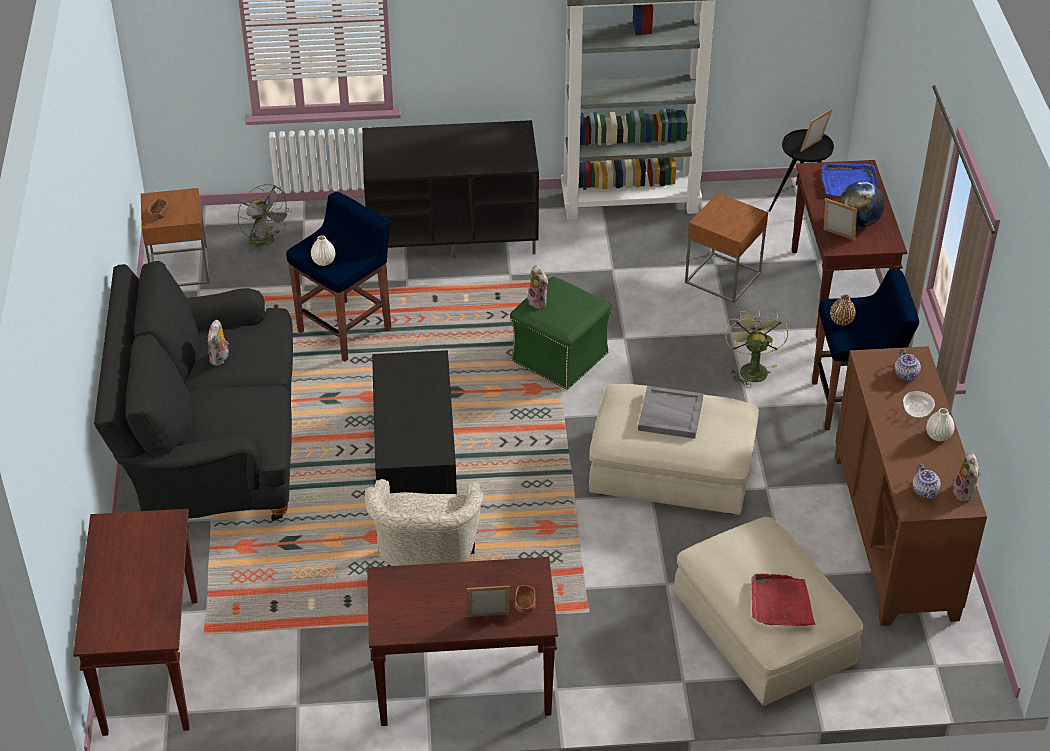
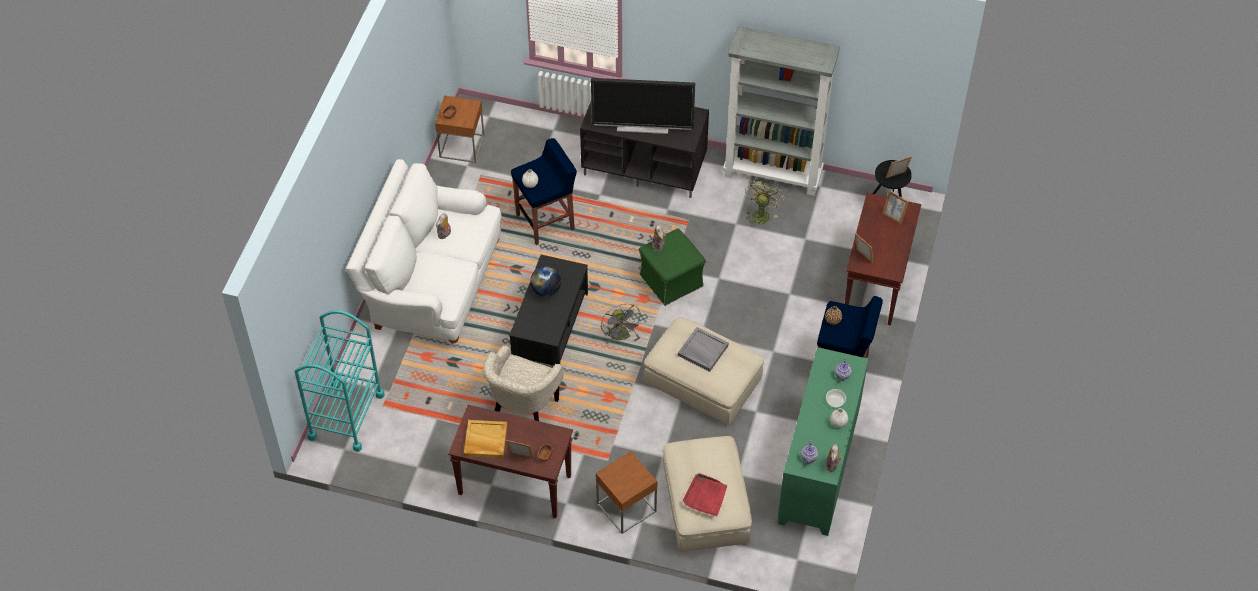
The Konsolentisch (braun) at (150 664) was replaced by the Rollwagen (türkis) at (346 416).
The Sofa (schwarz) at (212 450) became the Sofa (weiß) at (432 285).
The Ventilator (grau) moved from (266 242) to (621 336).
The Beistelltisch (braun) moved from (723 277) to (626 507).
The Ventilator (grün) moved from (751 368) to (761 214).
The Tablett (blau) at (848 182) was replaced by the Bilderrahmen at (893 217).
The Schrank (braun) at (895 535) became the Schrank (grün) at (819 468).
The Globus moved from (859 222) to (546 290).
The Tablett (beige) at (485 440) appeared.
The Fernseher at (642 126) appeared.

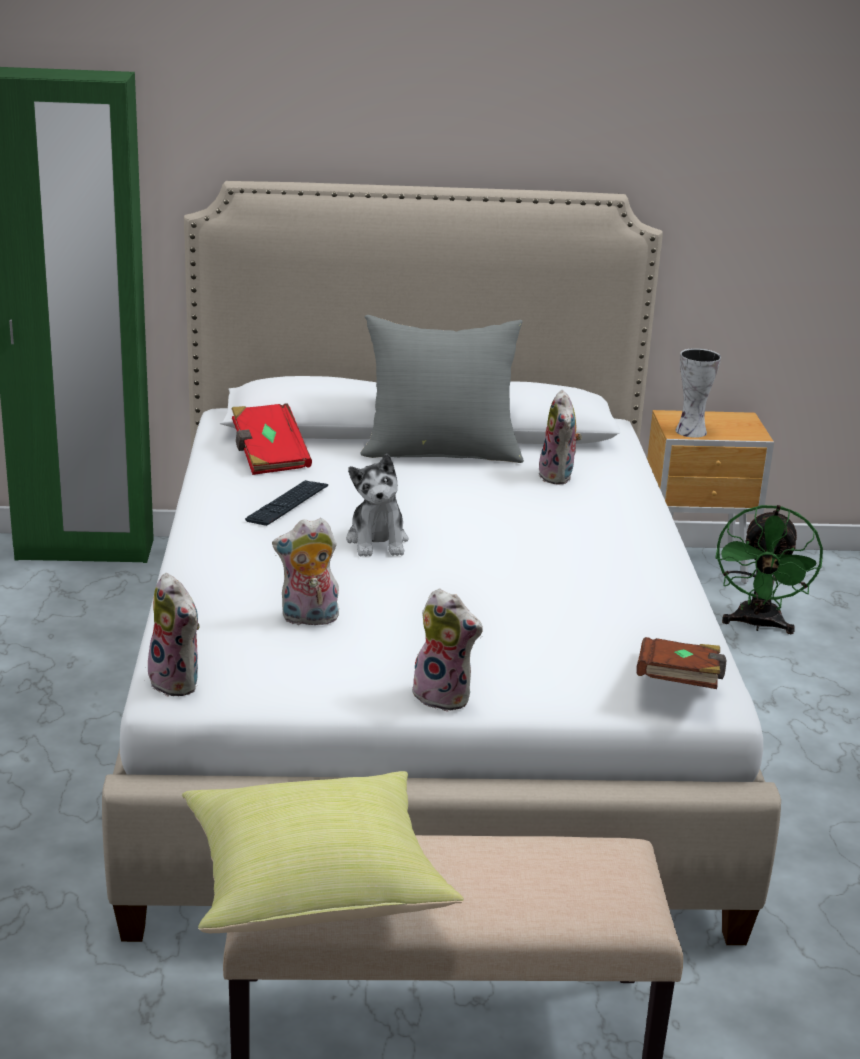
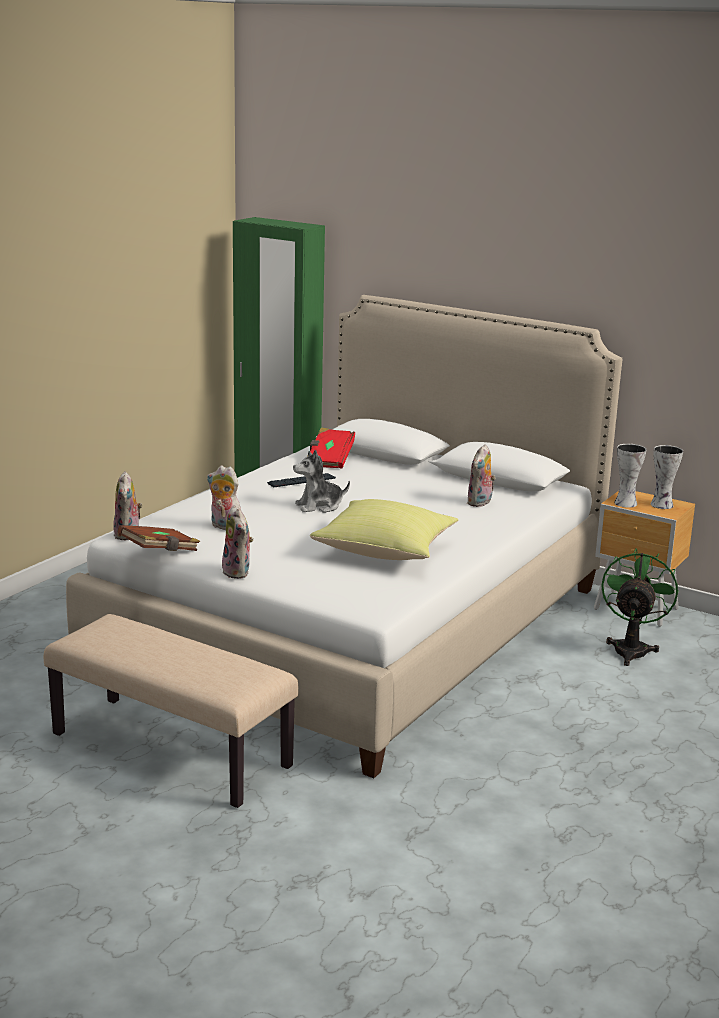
The Kissen (gelb) moved from (316 886) to (386 551).
The Plüschtier at (377 541) turned 45 degrees clockwise.
The Kissen (grau) at (441 452) disappeared.
The Buch (braun) moved from (679 684) to (160 552).
The Ventilator (grün) at (757 625) turned 150 degrees clockwise.
The Vase at (661 505) appeared.

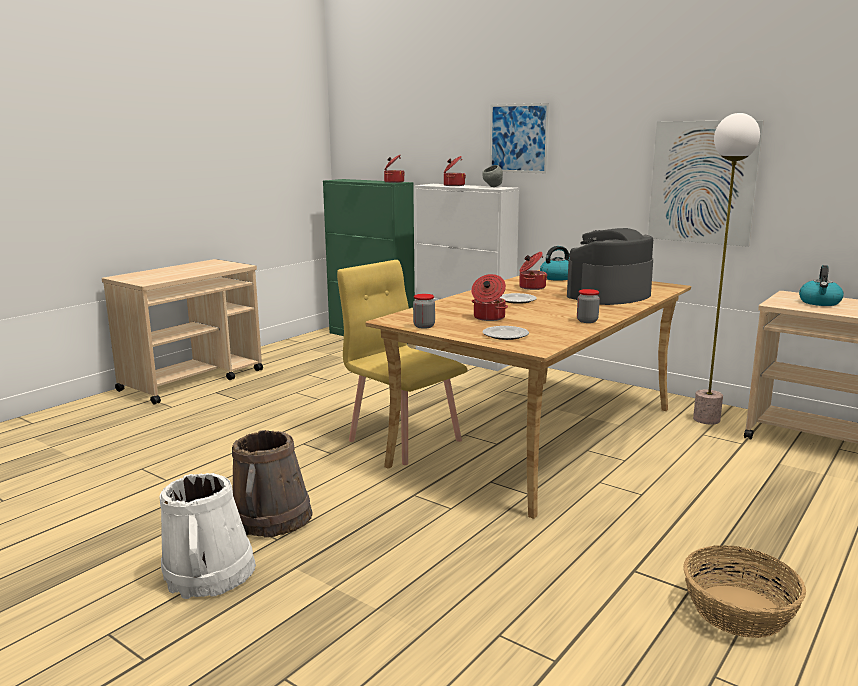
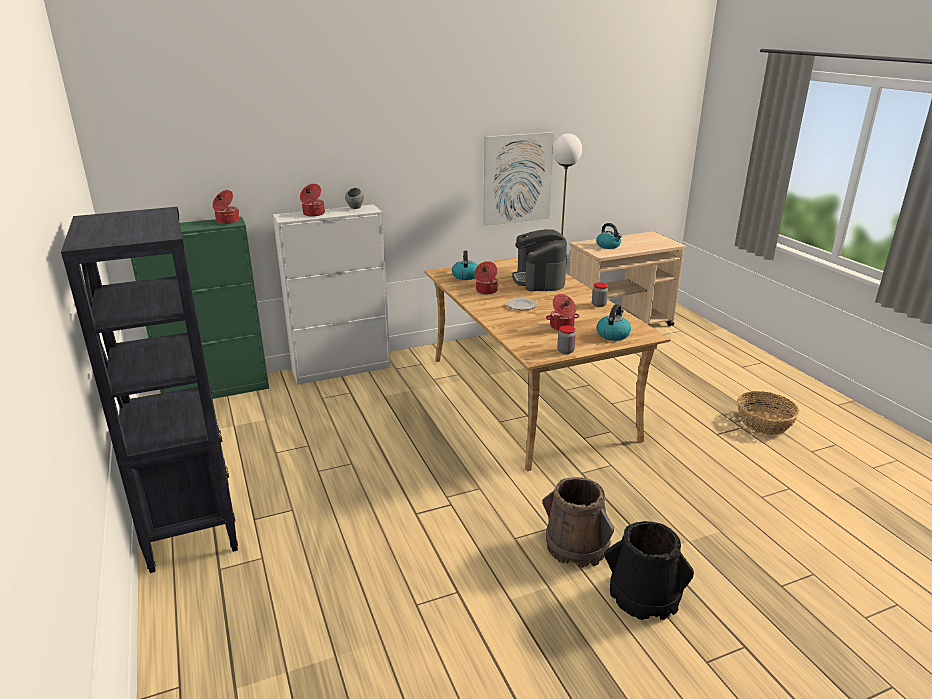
The Rollwagen (beige) at (193 380) was replaced by the Bücherregal (schwarz) at (192 527).
The Eimer (weiß) at (209 573) became the Eimer (schwarz) at (644 594).
The Stuhl (gelb) at (405 440) disappeared.
The Teller at (505 335) was replaced by the Wasserkessel at (613 334).
The Bild at (518 138) disappeared.

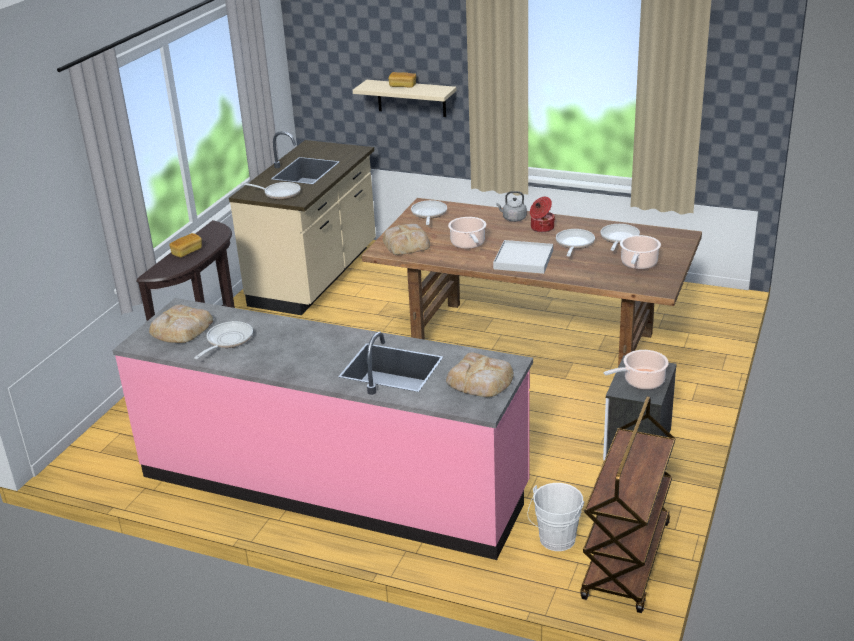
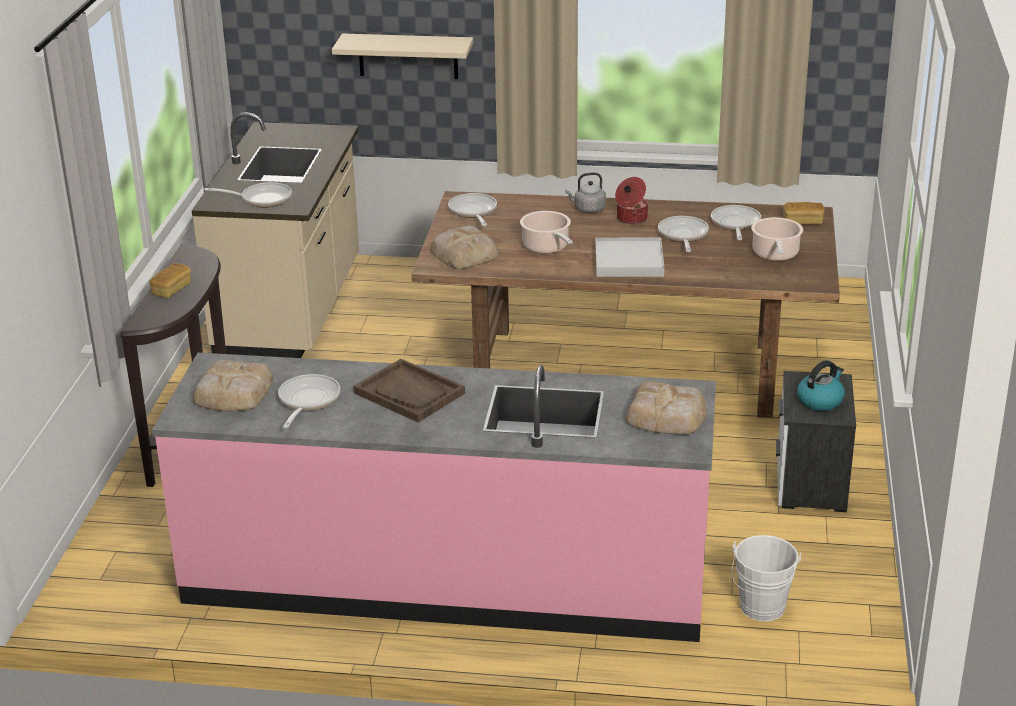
The Brot moved from (403 86) to (803 222).
The Rollwagen (braun) at (627 561) disappeared.
The Kochtopf at (641 382) was replaced by the Wasserkessel at (820 400).
The Tablett (braun) at (409 393) appeared.

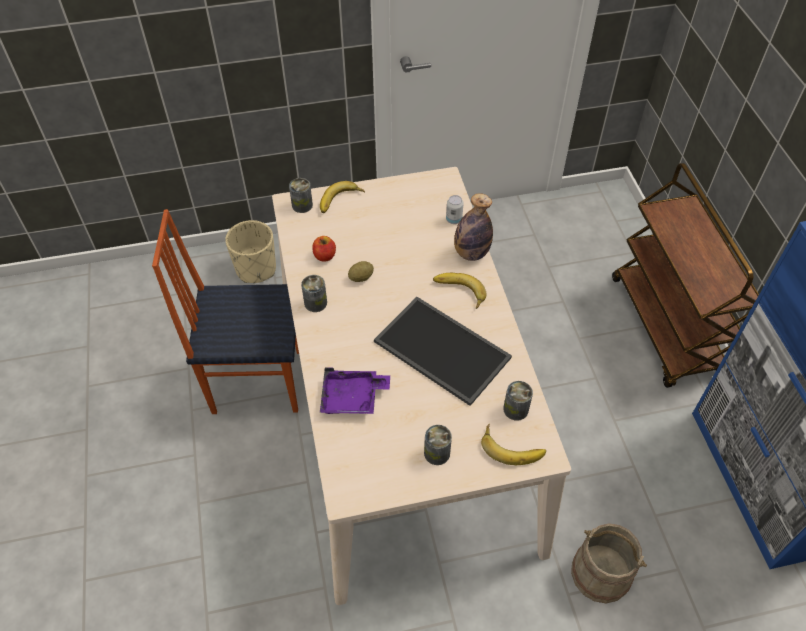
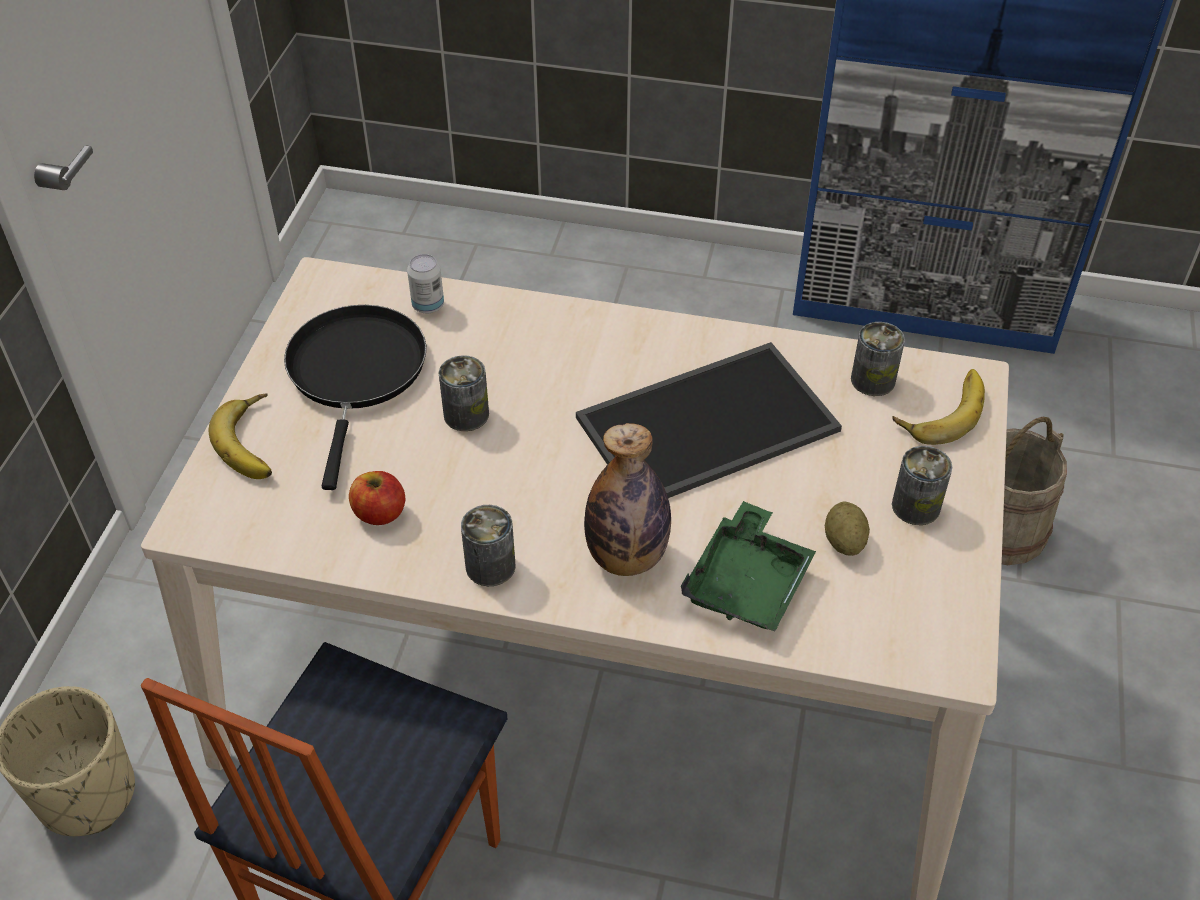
The Dose moved from (302 205) to (466 414).
The Tablett (lila) at (352 398) became the Tablett (grün) at (748 583).
The Kartoffel moved from (361 277) to (844 541).
The Banane at (458 293) disappeared.
The Flasche moved from (471 253) to (626 557).
The Rollwagen (braun) at (666 327) disappeared.
The Pfanne (schwarz) at (356 373) appeared.

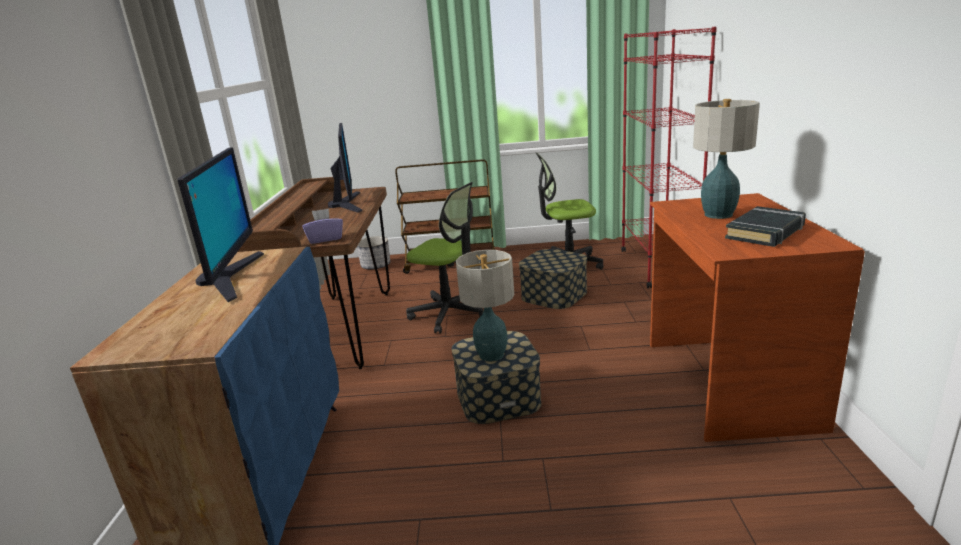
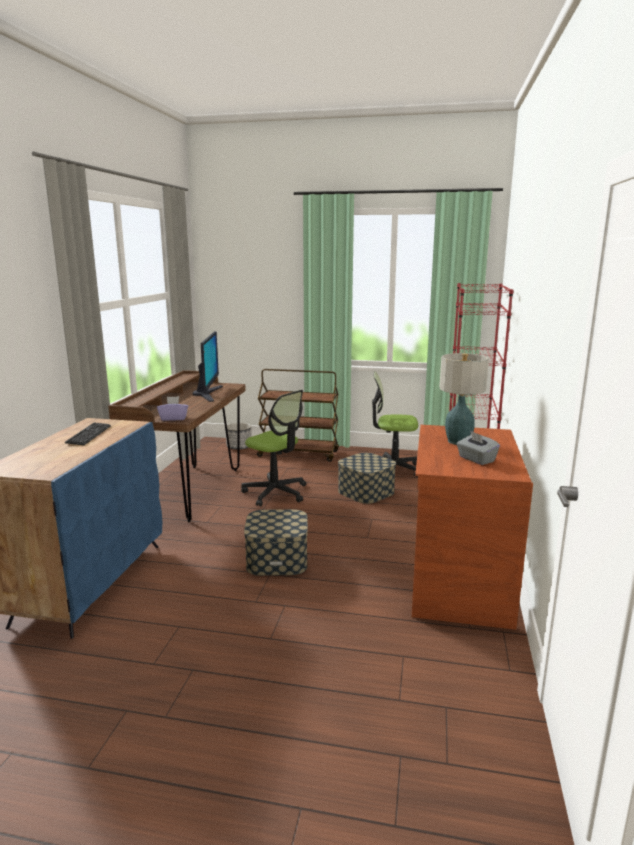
The Monitor at (230 277) was replaced by the Tastatur at (89 435).
The Tischlampe at (491 355) disappeared.
The Buch (schwarz) at (765 232) was replaced by the Taschentuchbox (grau) at (476 459).

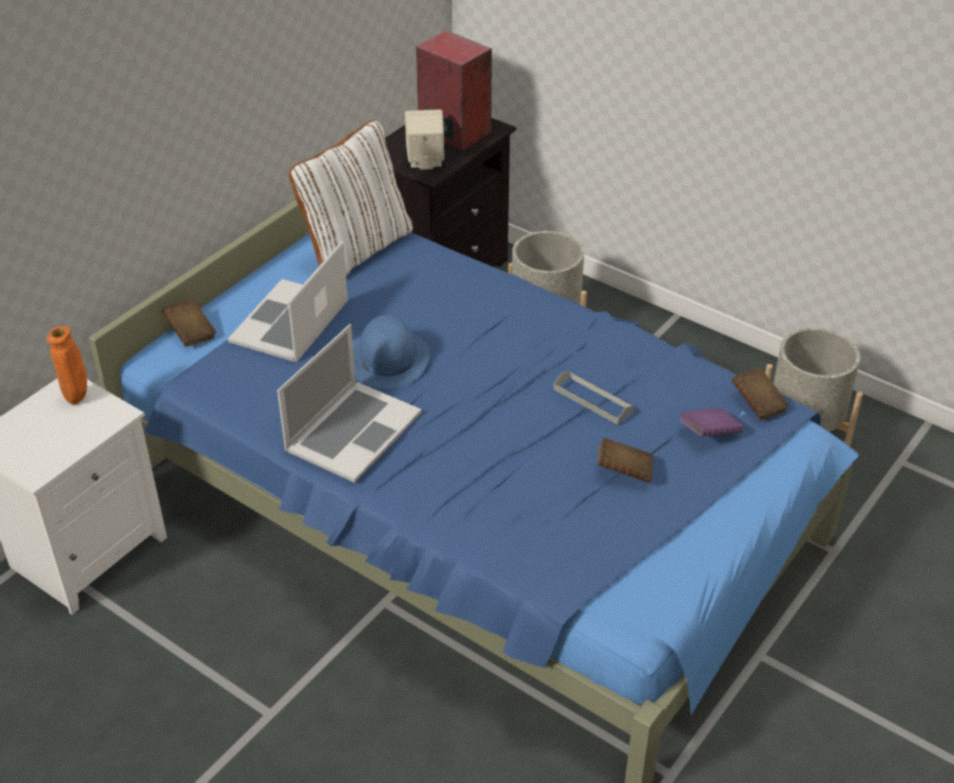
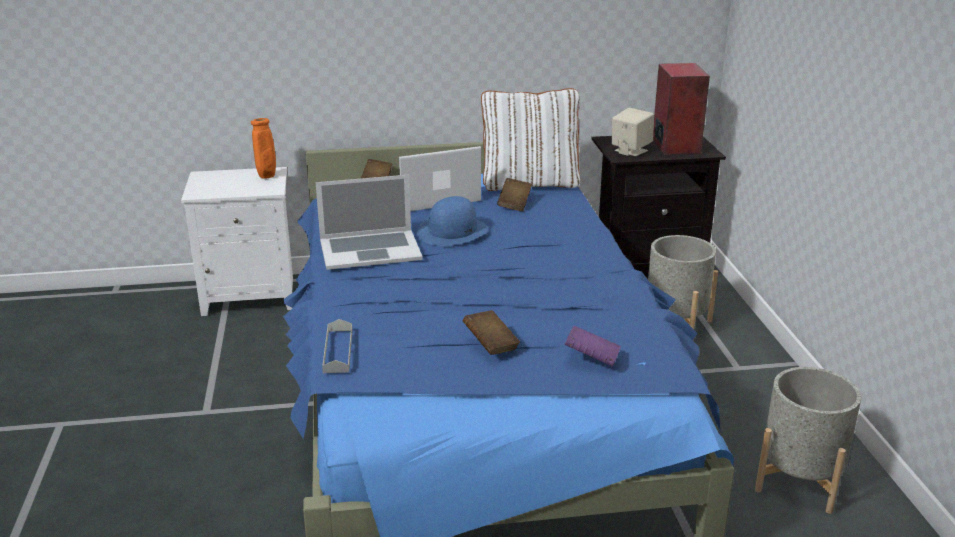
The Tablett (grau) moved from (592 400) to (338 351).
The Buch (braun) moved from (758 404) to (514 204).

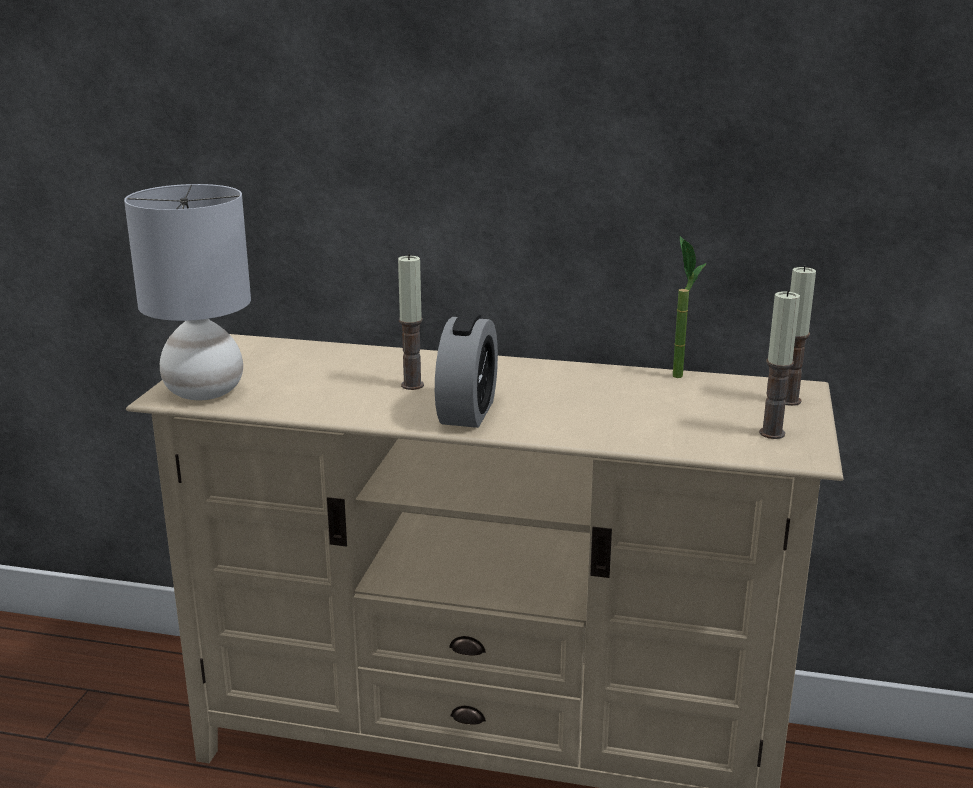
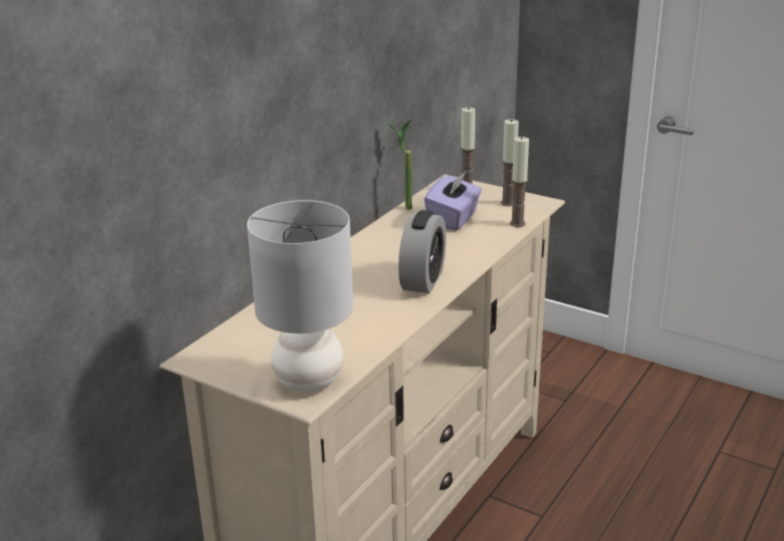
The Kerze moved from (412 385) to (517 223).
The Wecker at (467 412) turned 75 degrees clockwise.
The Taschentuchbox (lila) at (453 219) appeared.

